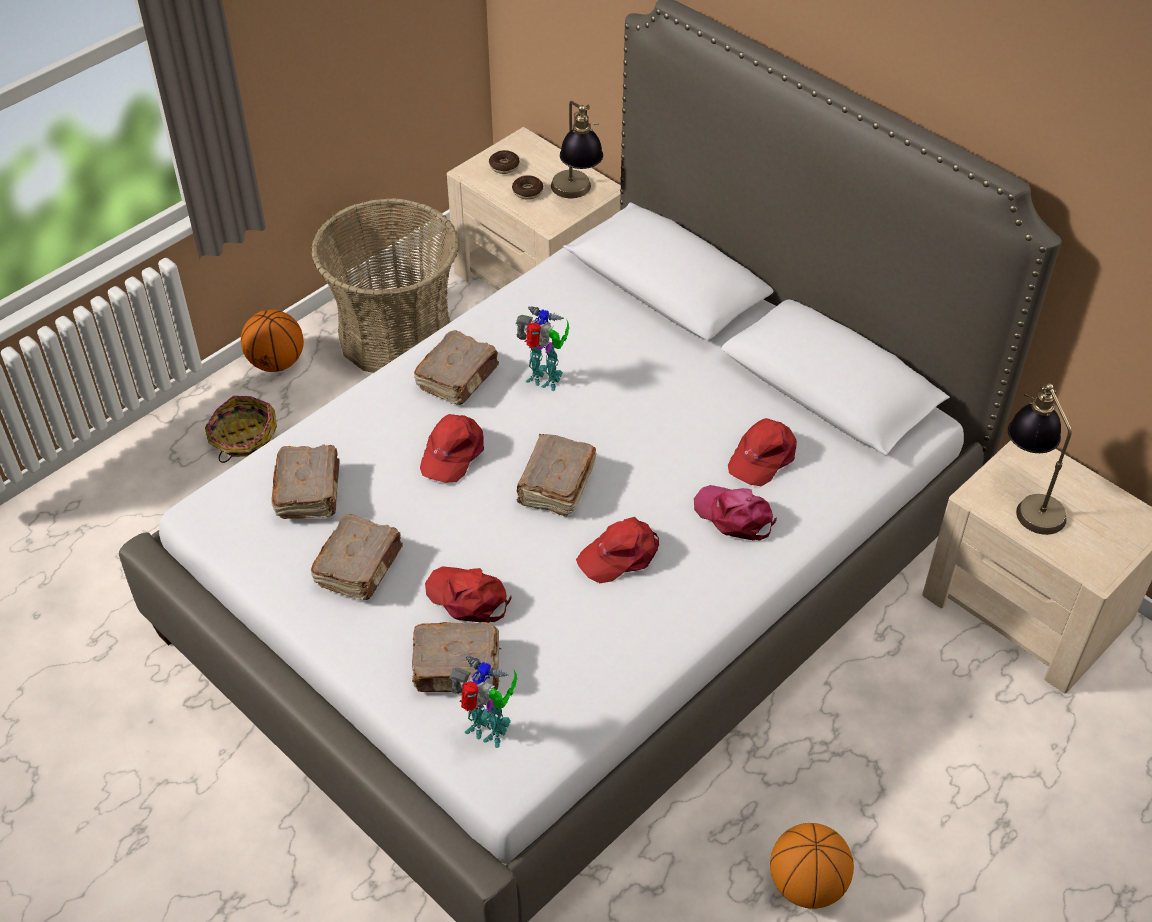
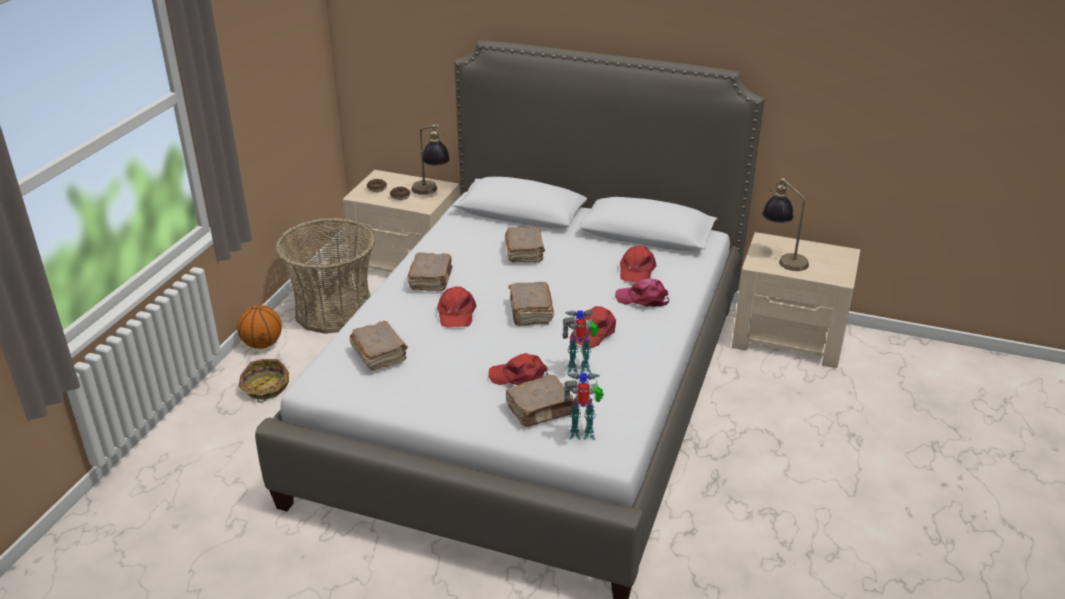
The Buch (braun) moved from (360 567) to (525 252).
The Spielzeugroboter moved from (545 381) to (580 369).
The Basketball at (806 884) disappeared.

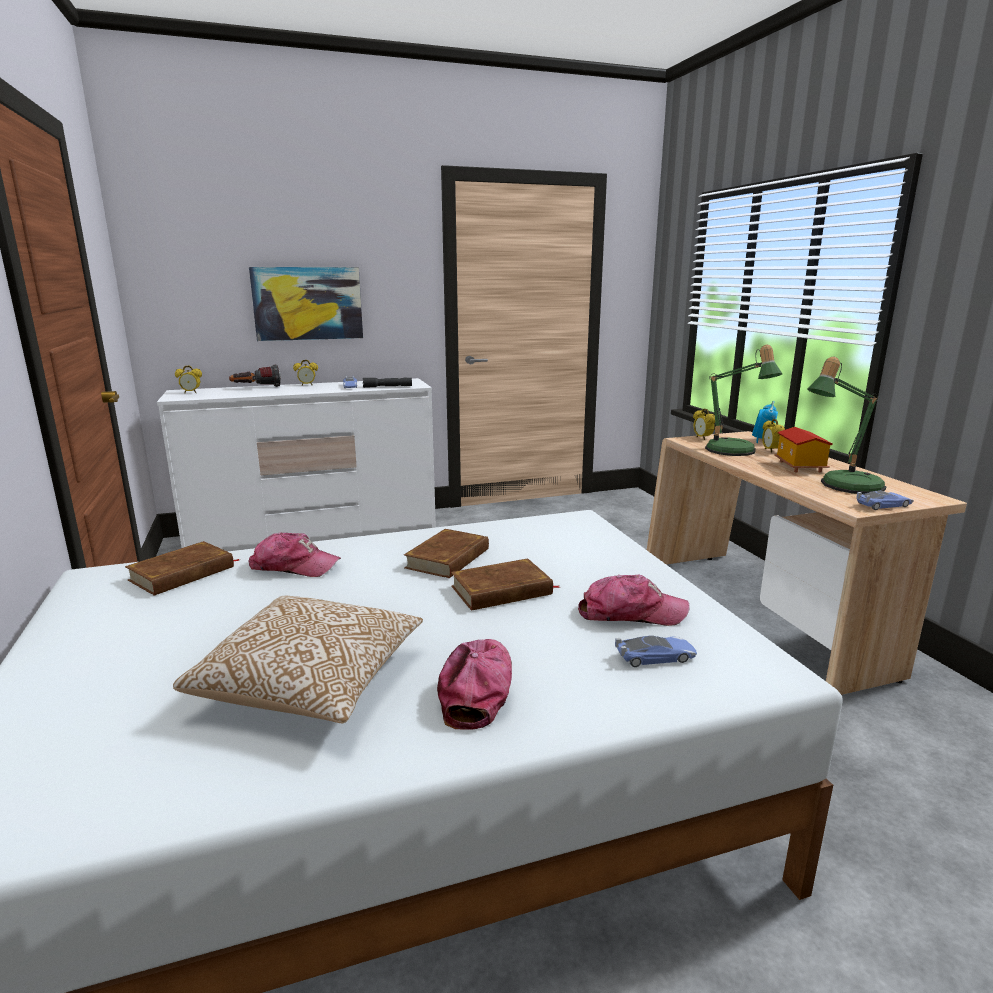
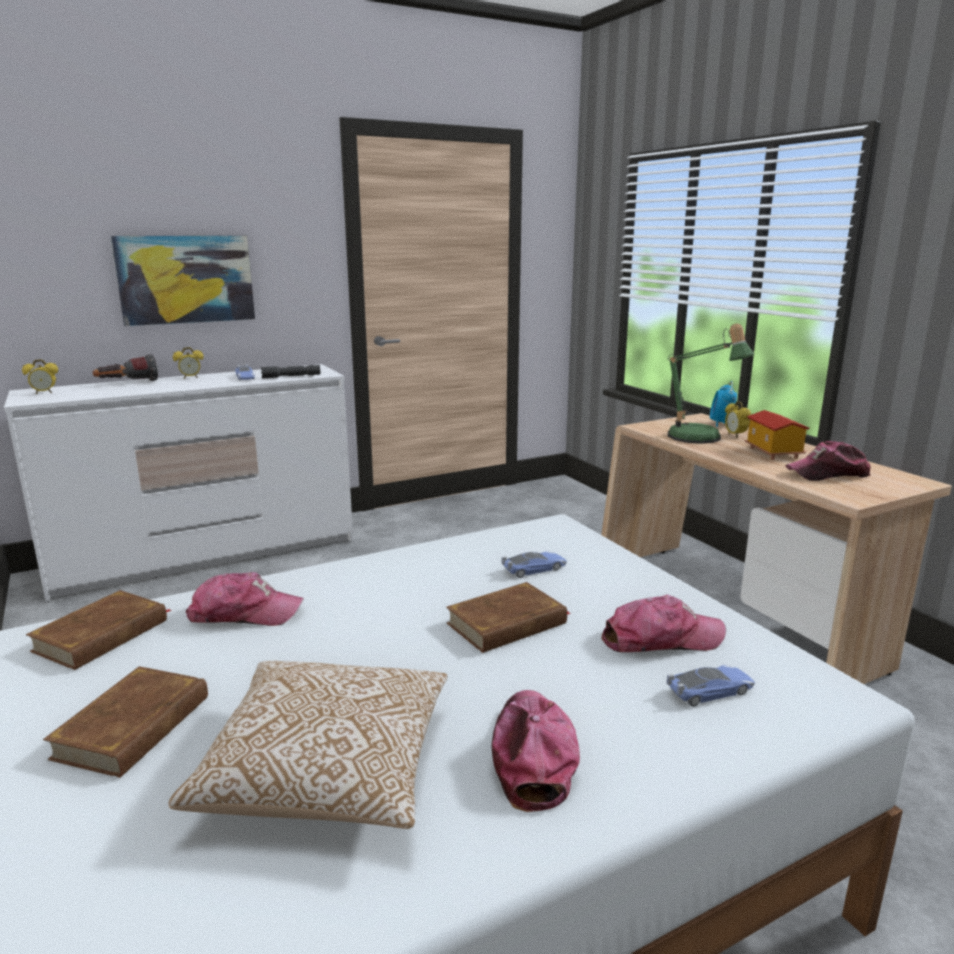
The Buch (braun) moved from (448 558) to (134 727).
The Wecker at (702 438) disappeared.
The Tischlampe at (844 486) was replaced by the Kappe at (828 474).
The Spielzeugauto moved from (883 505) to (534 569).

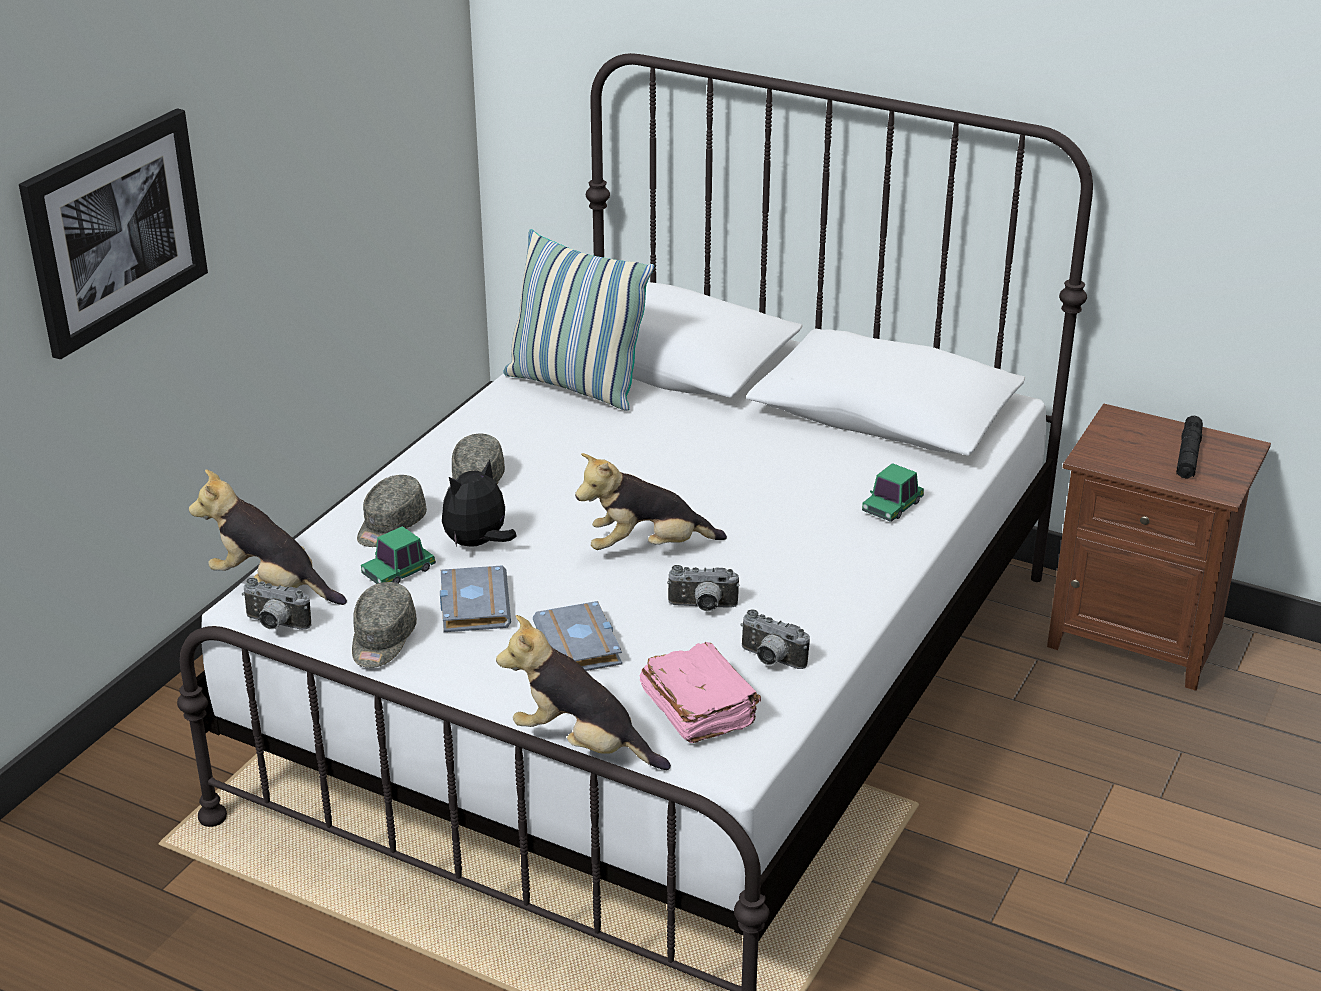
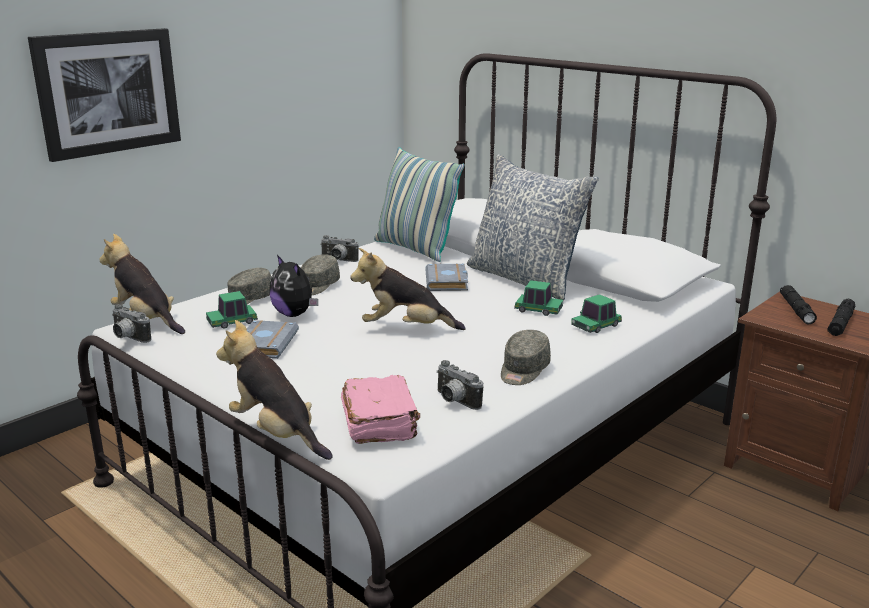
The Kappe (grau) moved from (382 640) to (523 370).
The Plüschtier at (478 544) turned 105 degrees counterclockwise.
The Buch (grau) moved from (581 646) to (448 282).
The Kamera moved from (702 607) to (338 260).
The Kissen at (525 279) appeared.
The Spielzeugauto at (538 310) appeared.
The Taschenlampe (schwarz) at (796 310) appeared.

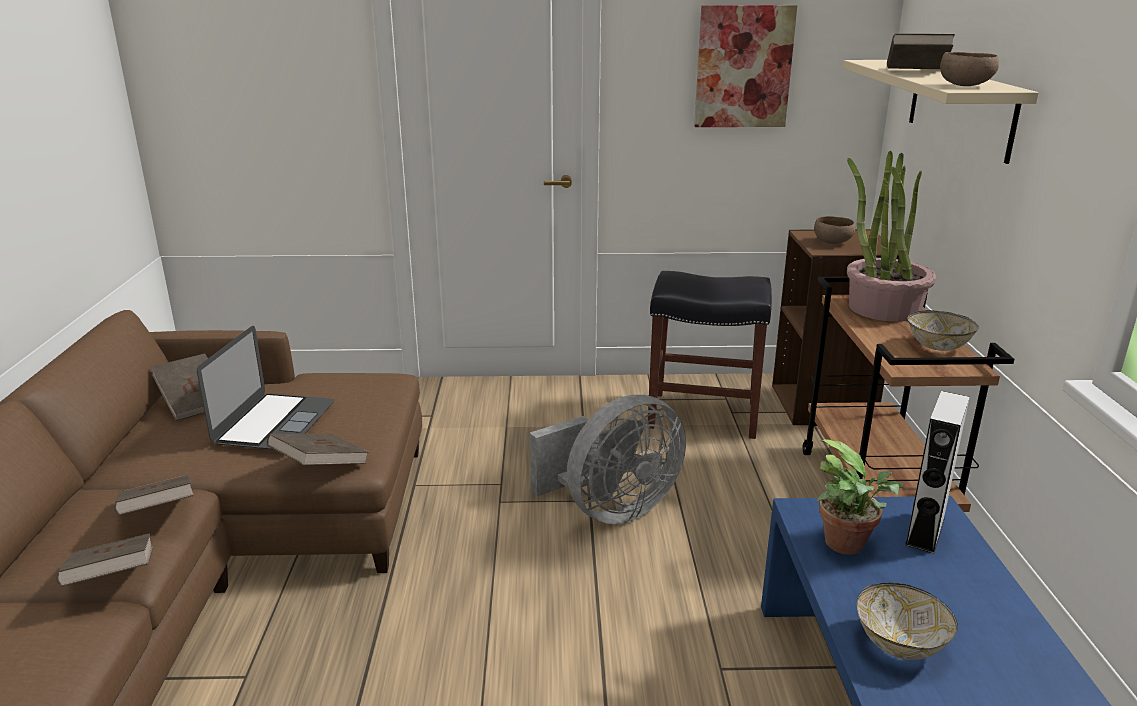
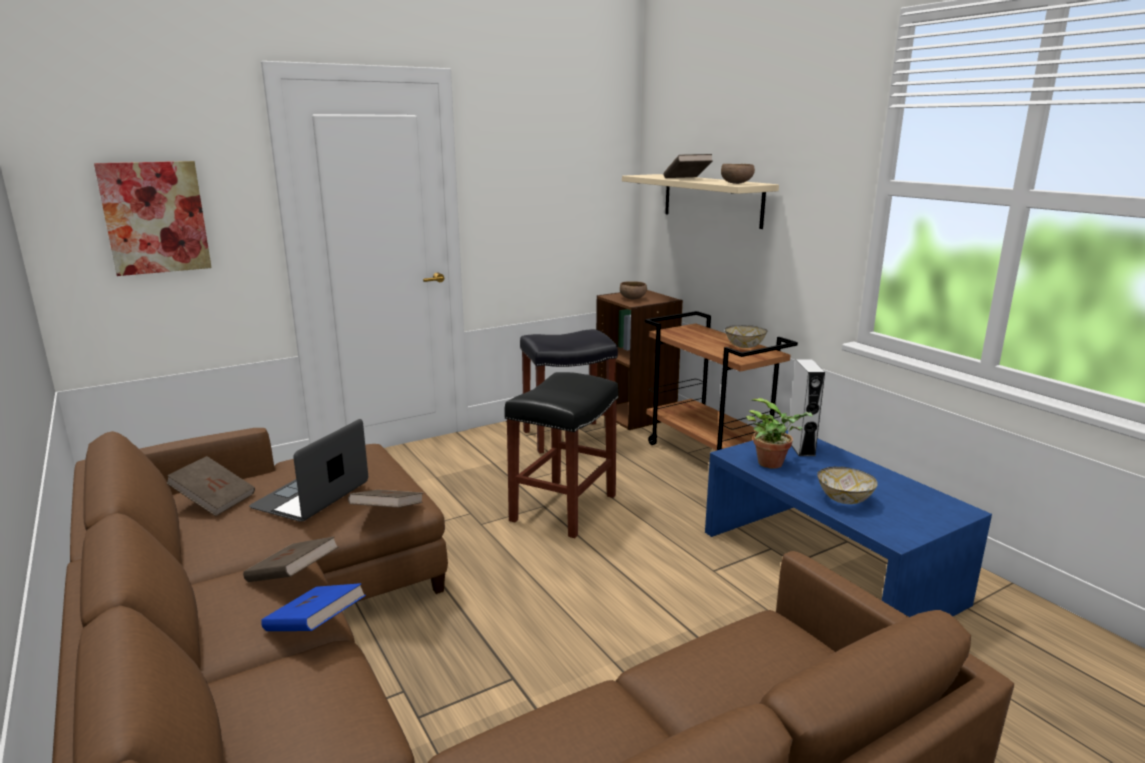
The Buch (braun) at (113 580) became the Buch (blau) at (315 627).
The Laptop at (275 422) turned 135 degrees counterclockwise.
The Ventilator (grau) at (611 509) was replaced by the Hocker (schwarz) at (564 507).
The Bild moved from (743 67) to (155 217).
The Topfpflanze at (883 308) disappeared.

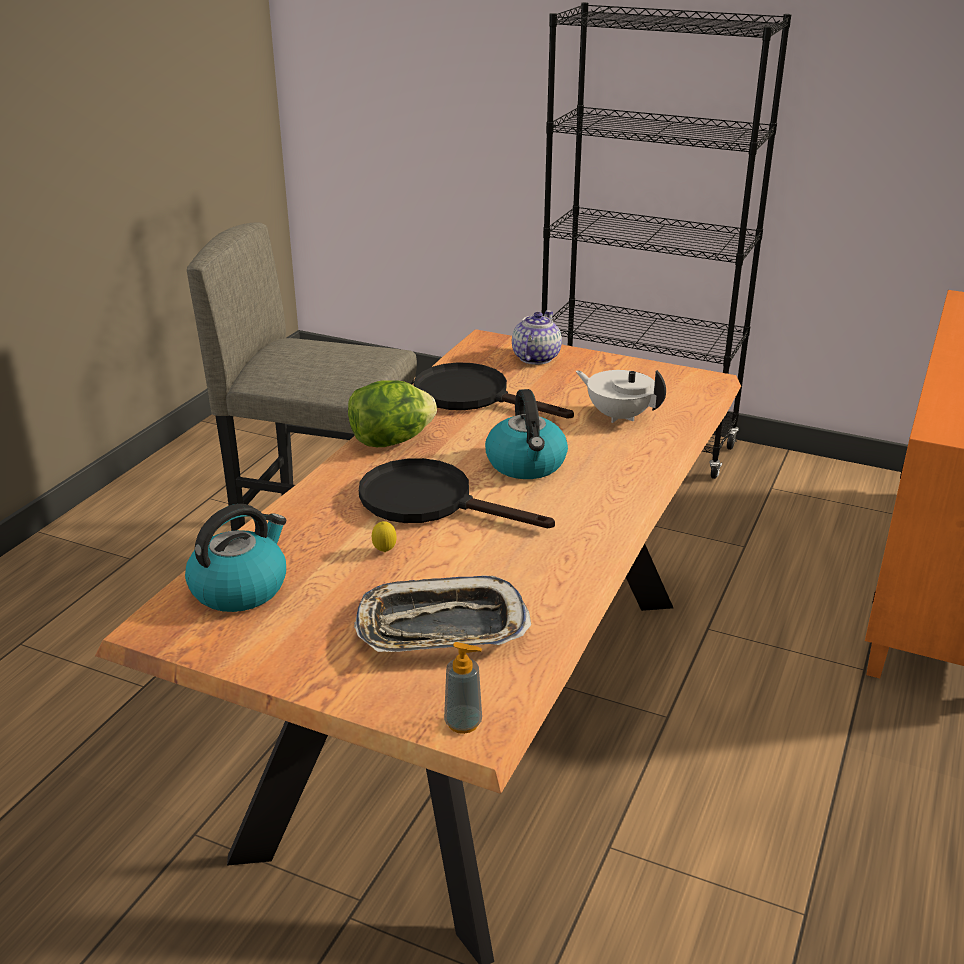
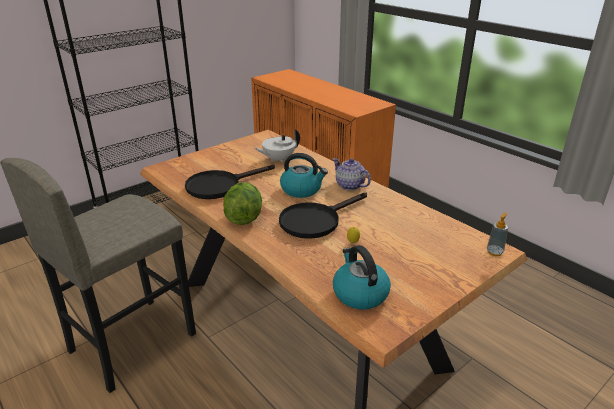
The Tablett at (441 627) disappeared.
The Teekanne moved from (535 357) to (349 185).

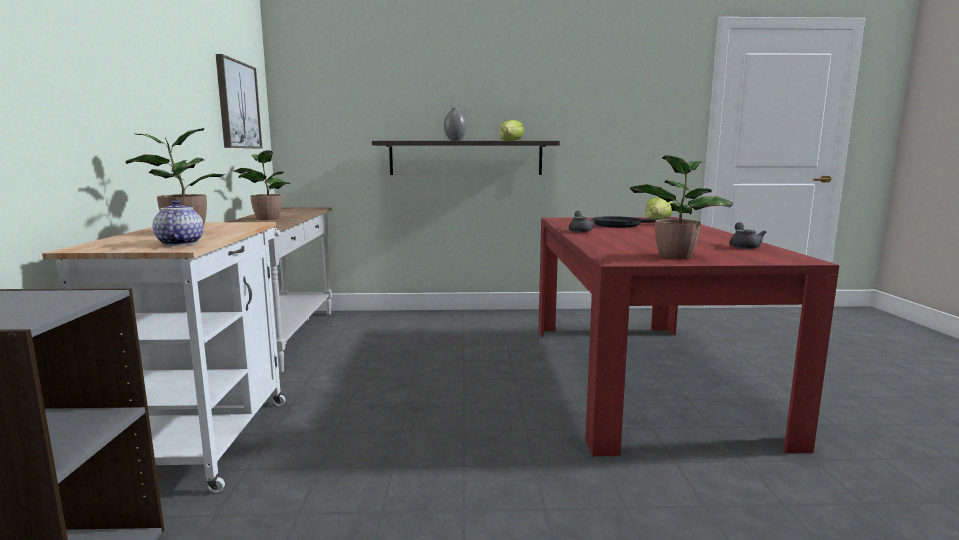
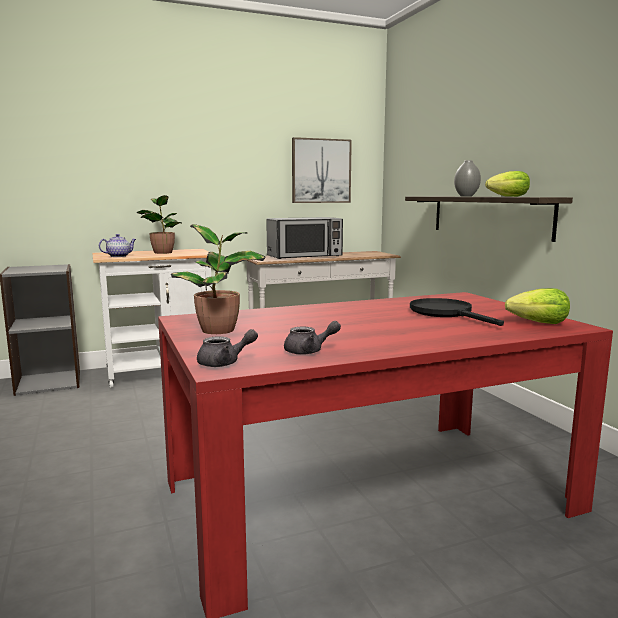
The Topfpflanze at (267 218) was replaced by the Mikrowelle at (305 256).
The Teekanne (grau) moved from (580 231) to (224 363).

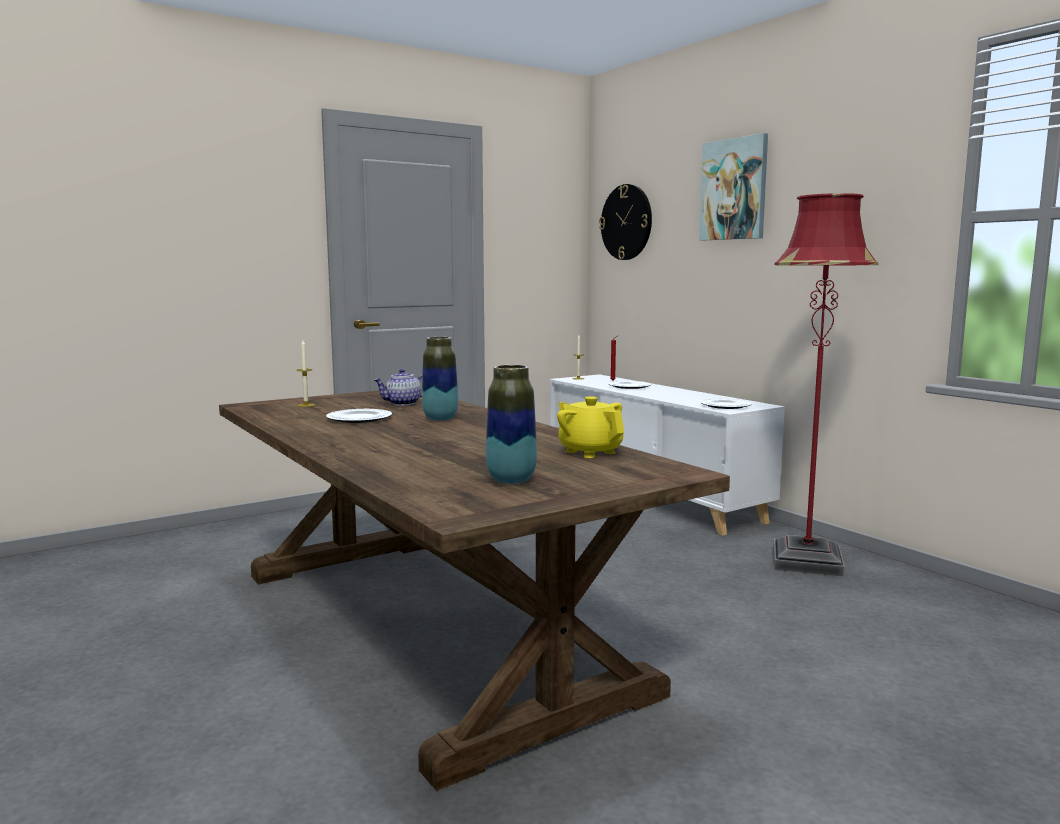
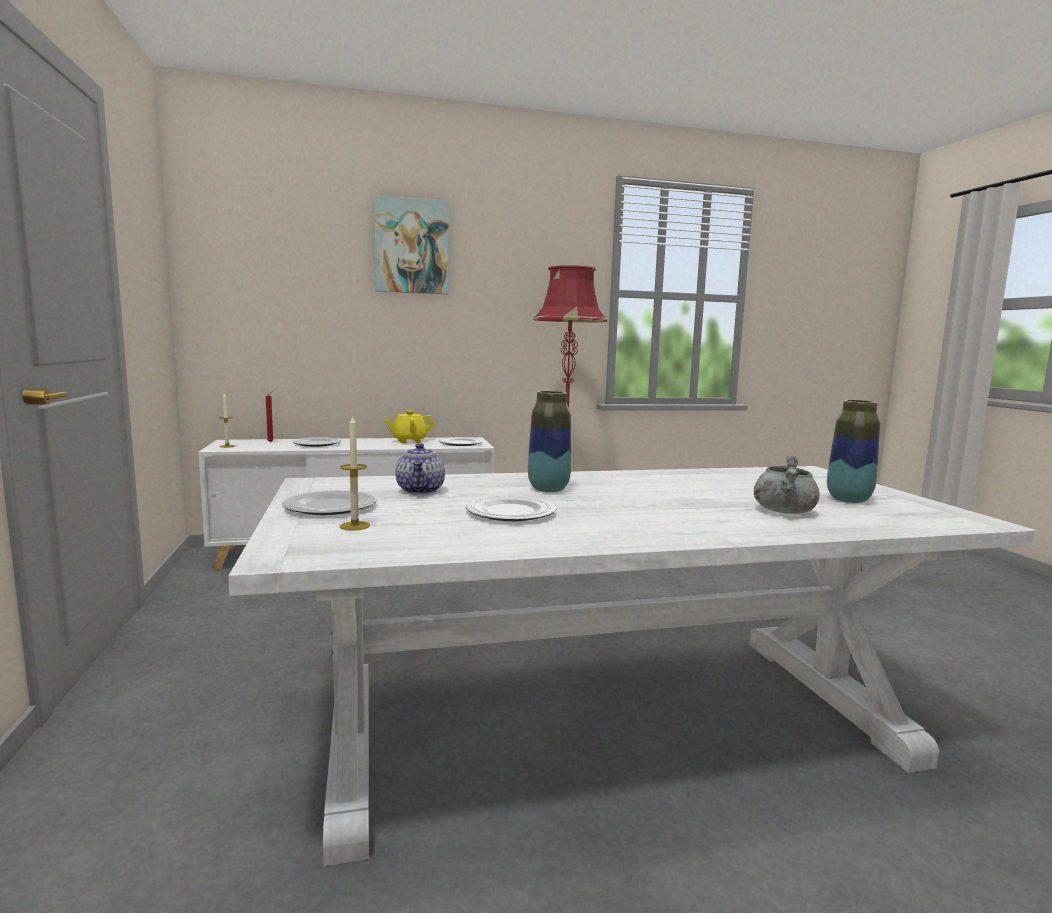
The Esstisch (braun) at (428 627) became the Esstisch (weiß) at (611 721).
The Teekanne (gelb) moved from (590 452) to (409 441).
The Wanduhr at (626 222) disappeared.
The Teller at (330 506) appeared.
The Kochtopf (grau) at (784 511) appeared.

